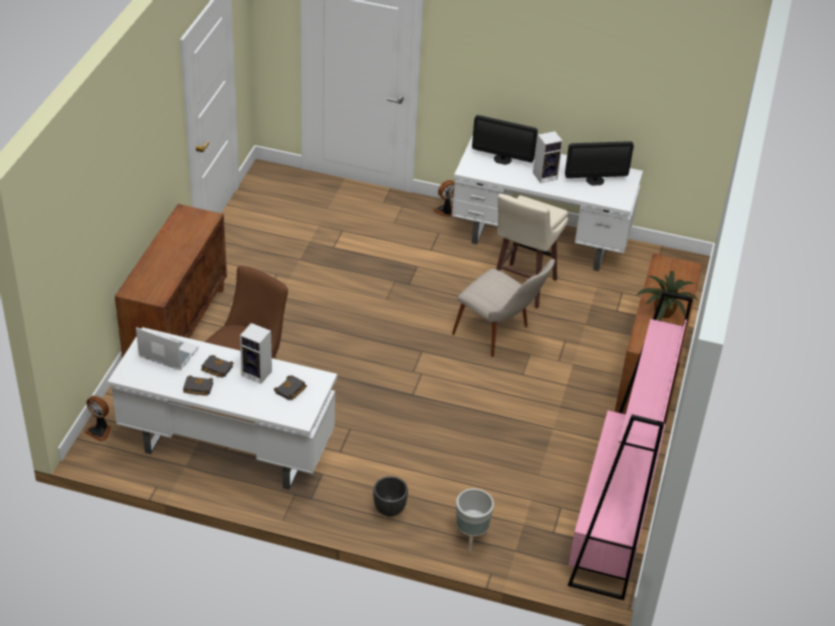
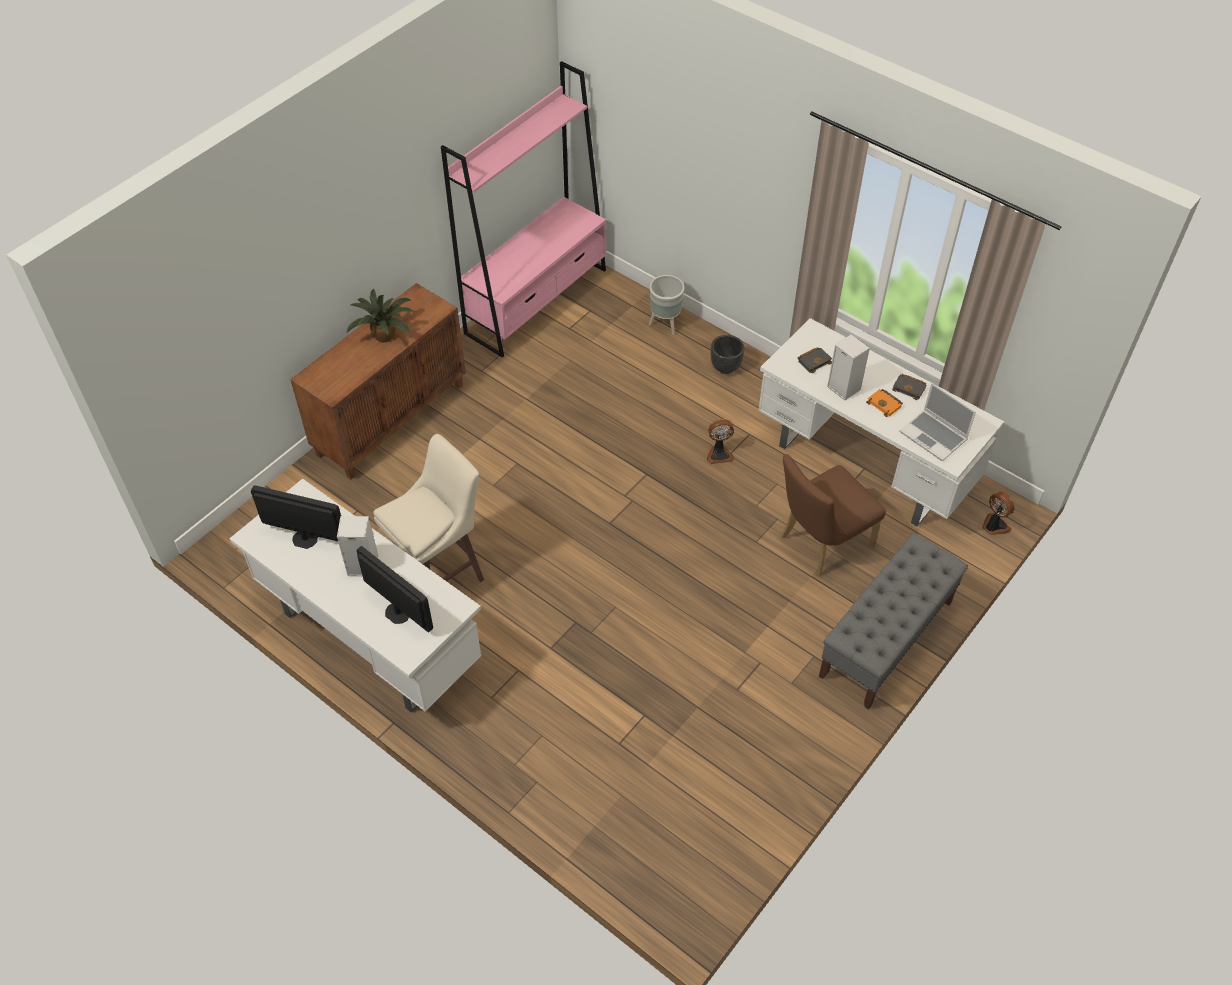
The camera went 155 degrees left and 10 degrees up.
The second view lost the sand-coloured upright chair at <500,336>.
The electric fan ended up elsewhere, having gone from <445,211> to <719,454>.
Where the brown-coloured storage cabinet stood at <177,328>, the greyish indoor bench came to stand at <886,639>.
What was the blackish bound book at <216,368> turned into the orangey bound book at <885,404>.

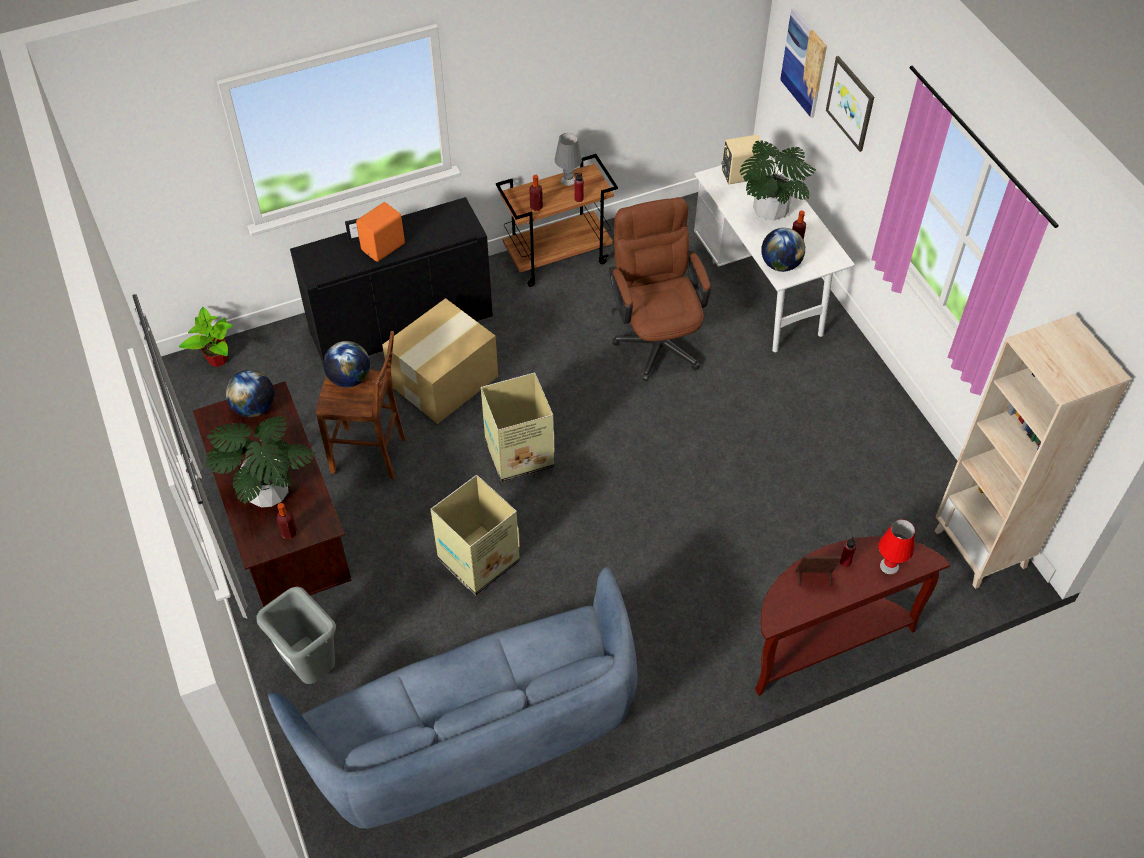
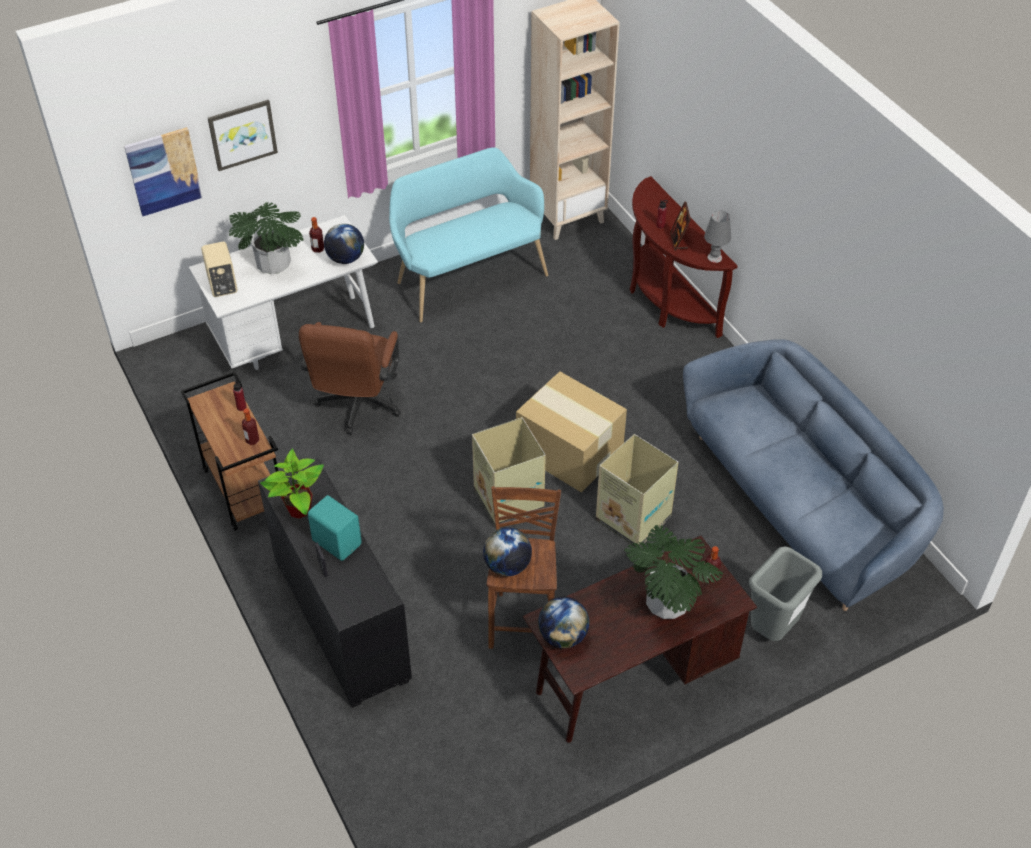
The camera went 95 degrees left and 5 degrees down.
The second view lost the reddish table lamp at <889,566>.
The second view gained the turquoise indoor bench at <467,276>.
The potted plant ended up elsewhere, having gone from <217,359> to <298,510>.
The packing box ended up elsewhere, having gone from <445,380> to <568,450>.
The greyish table lamp ended up elsewhere, having gone from <568,180> to <714,257>.
What was the orangey speaker at <384,247> turned into the turquoise speaker at <337,541>.
The brown-coloured desk chair at <656,338> ended up facing another way, 60 degrees counterclockwise from before.

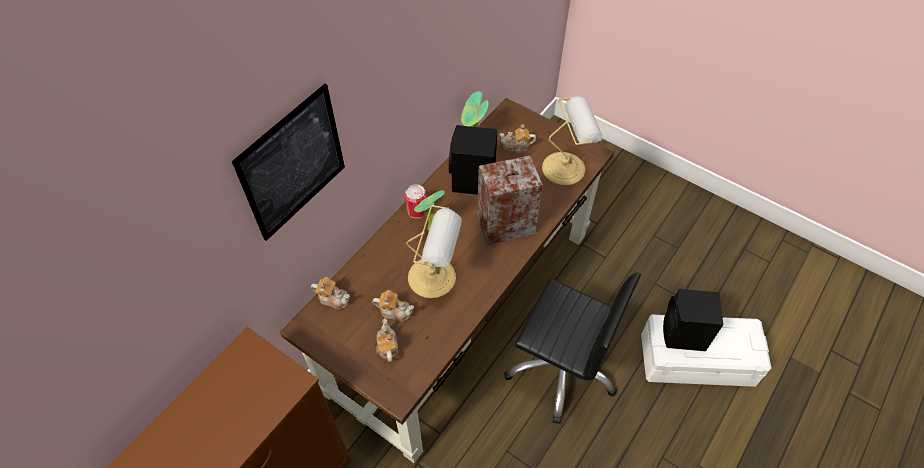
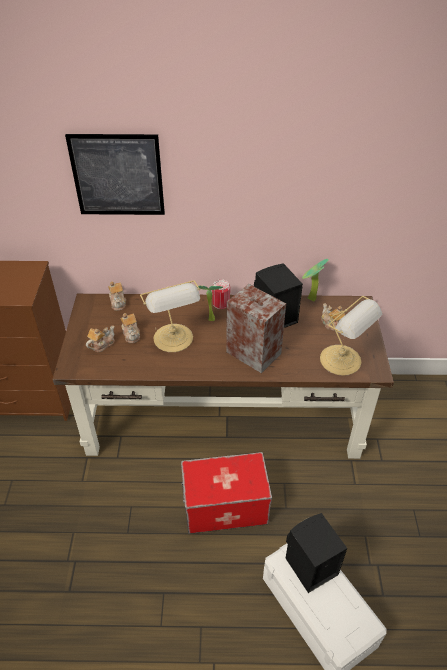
The camera went 55 degrees right and 10 degrees down.
Where the blackish desk chair stood at <561,369>, the storage box came to stand at <225,506>.

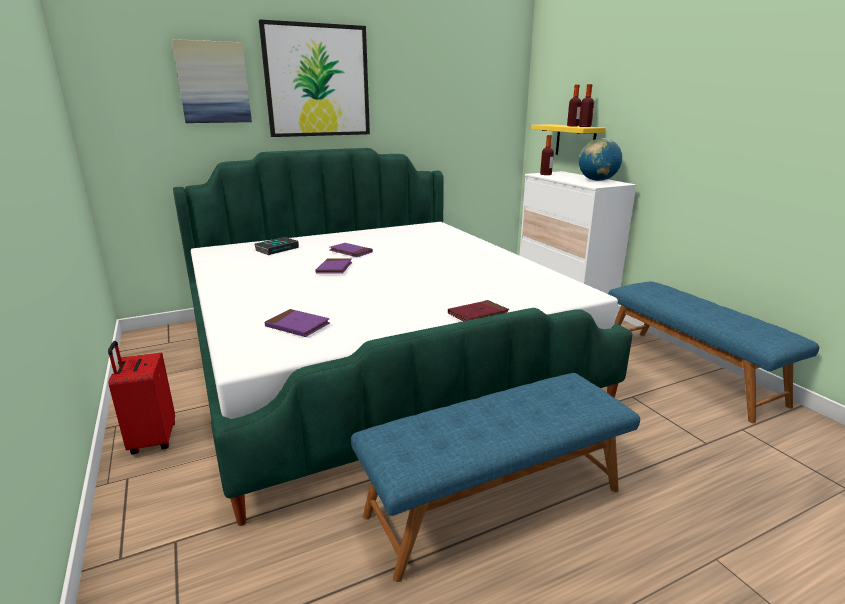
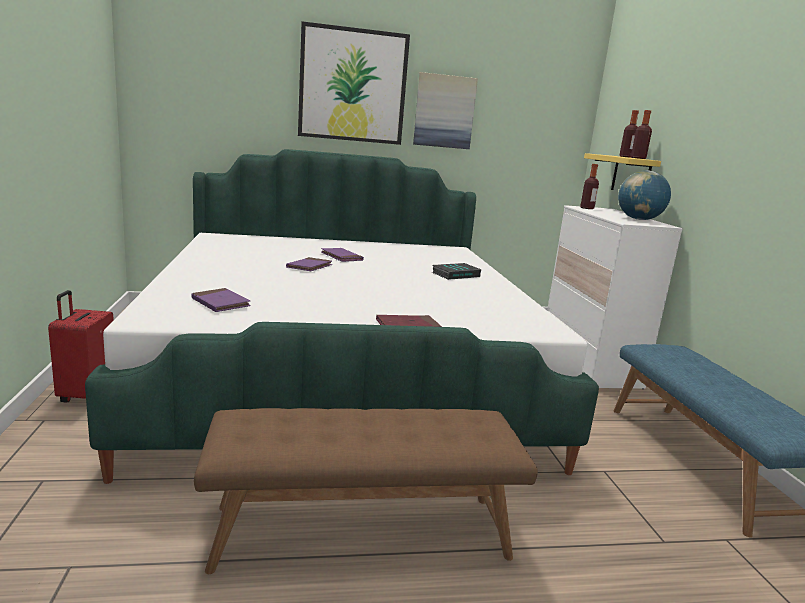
The camera went 15 degrees right and 5 degrees down.
The wall picture ended up elsewhere, having gone from <213,82> to <444,111>.
The bound book ended up elsewhere, having gone from <277,249> to <455,274>.
What was the blue indoor bench at <494,501> turned into the brown-coloured indoor bench at <362,530>.

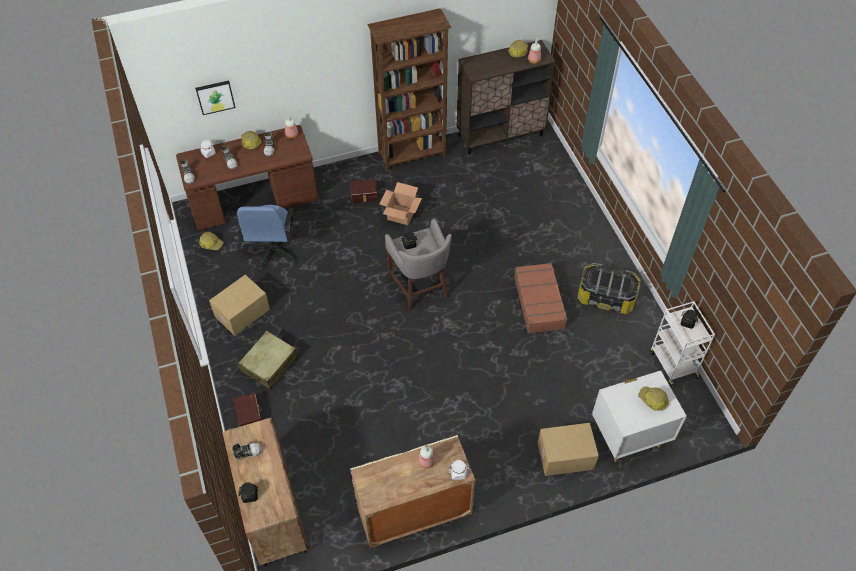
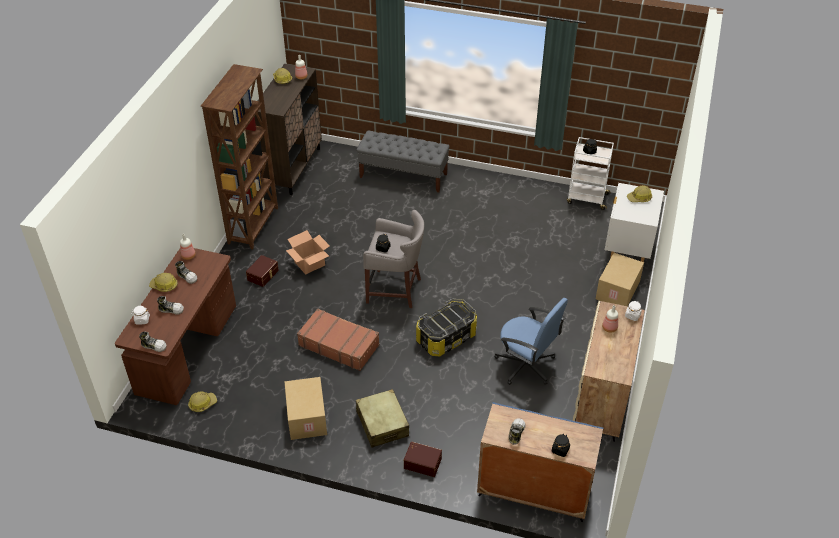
The camera went 55 degrees left and 10 degrees down.
The second view lost the wall picture at <215,96>.
The second view gained the greyish indoor bench at <403,175>.
The blue desk chair ended up elsewhere, having gone from <272,249> to <526,366>.
The brown-coloured piece of luggage ended up elsewhere, having gone from <539,302> to <339,345>.
The storage box ended up elsewhere, having gone from <606,298> to <446,338>.
What was the brown-coloured storage cabinet at <273,511> turned into the blue storage cabinet at <533,491>.

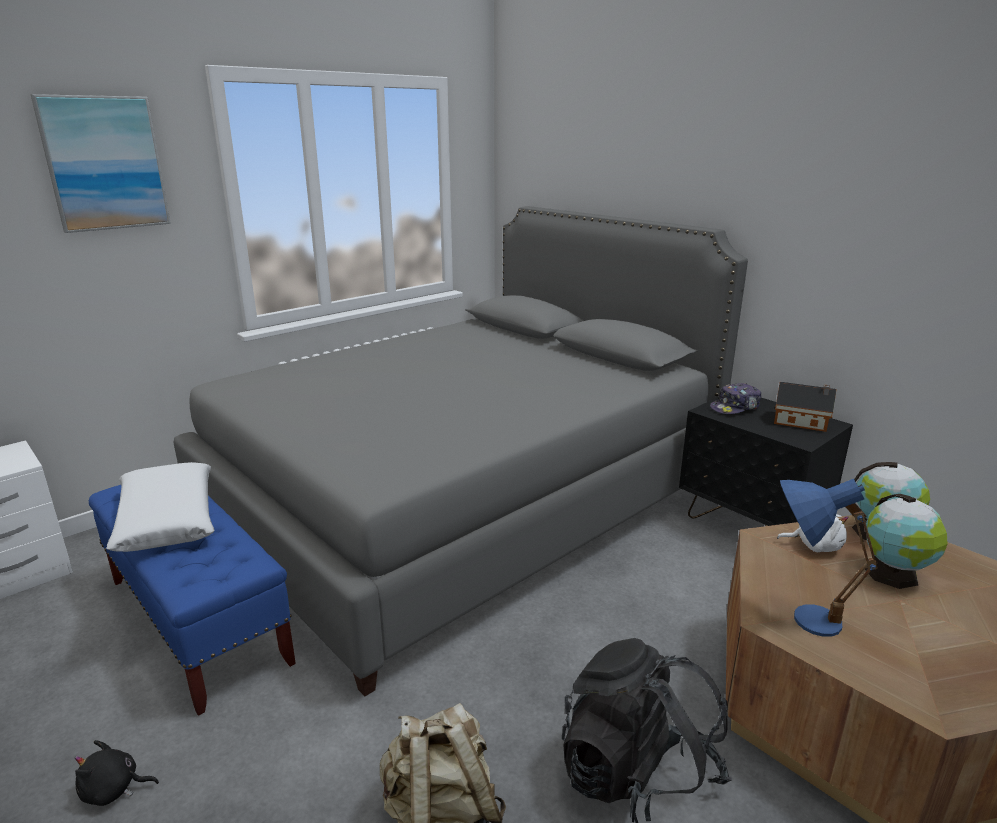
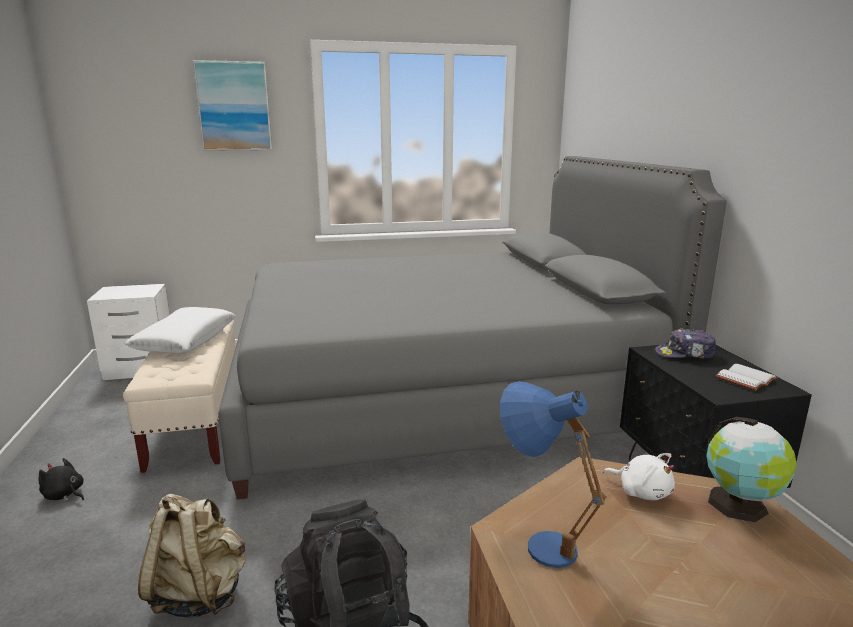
The camera went 30 degrees right and 5 degrees down.
The second view lost the world globe at <893,574>.
Where the miniature house stood at <802,422>, the whitish bound book came to stand at <747,380>.
What was the blue indoor bench at <198,621> turned into the sand-coloured indoor bench at <196,421>.

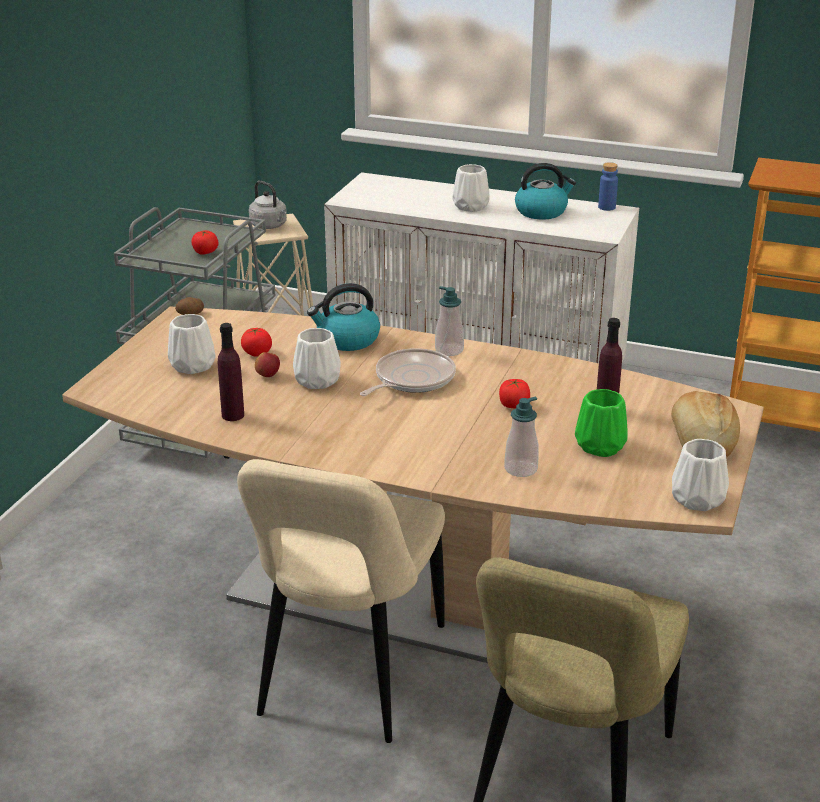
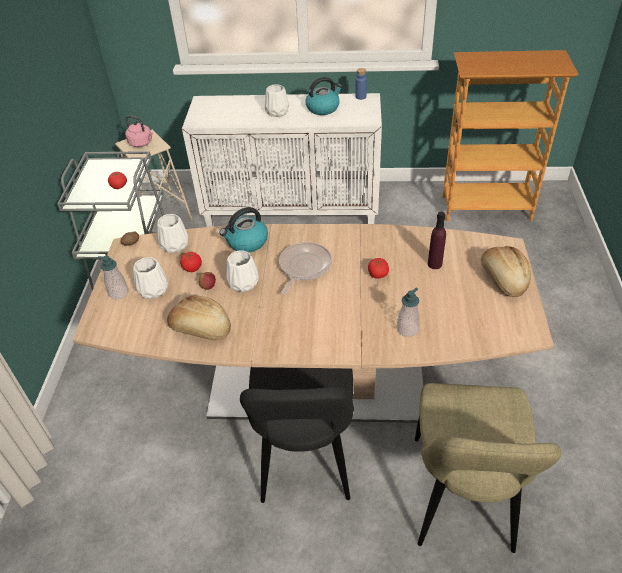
The camera went 15 degrees left and 15 degrees up.
The second view lost the greenish flower vase at <601,446>.
The soap dispenser ended up elsewhere, having gone from <449,350> to <118,293>.
The whitish flower vase ended up elsewhere, having gone from <696,500> to <174,246>.
Where the purplish drink bottle stood at <233,415>, the bakery bread came to stand at <201,329>.
What was the sand-coloured upright chair at <349,677> turned into the blackish upright chair at <305,457>.
What was the greyish water kettle at <270,226> turned into the pink water kettle at <142,143>.

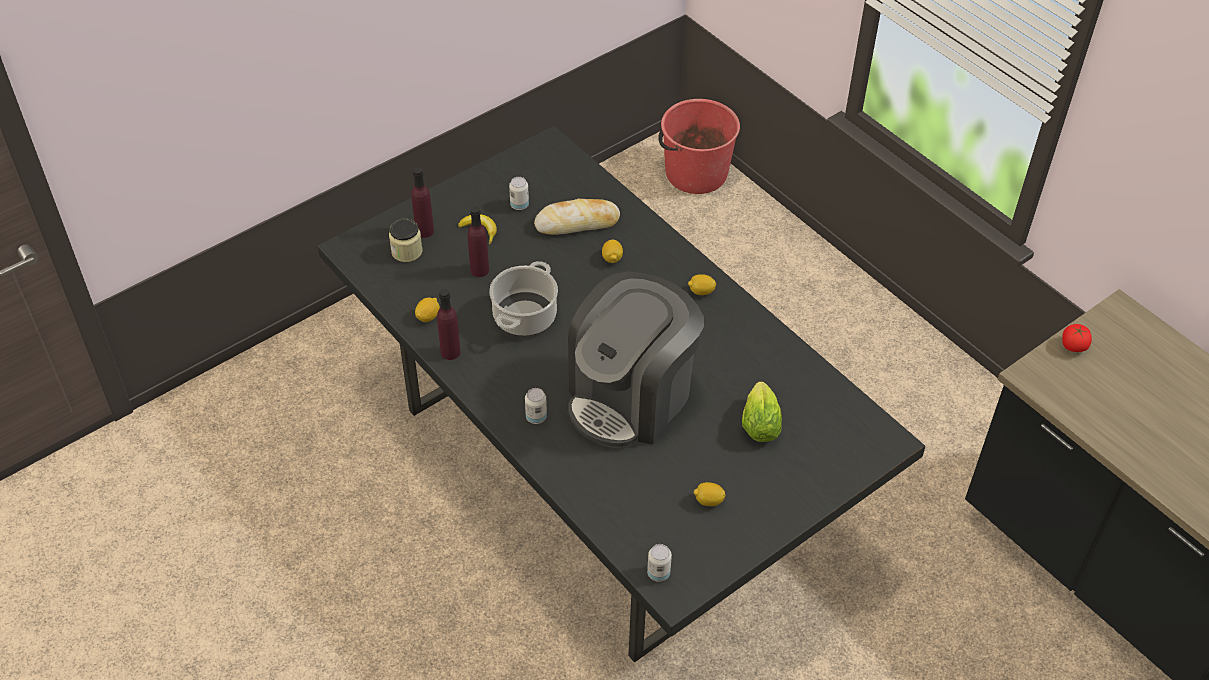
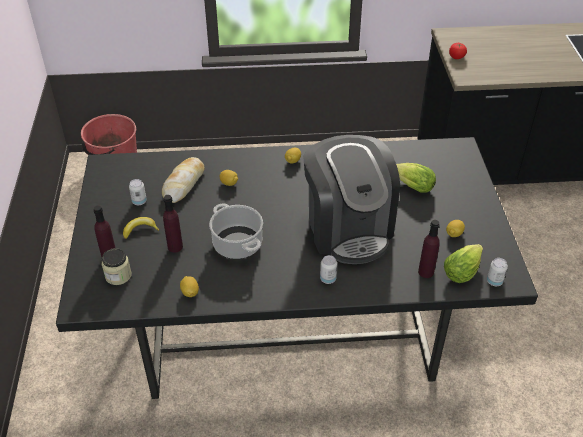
The camera went 55 degrees left and 5 degrees down.
The second view gained the lettuce at <463,271>.
The purplish drink bottle ended up elsewhere, having gone from <450,352> to <426,272>.

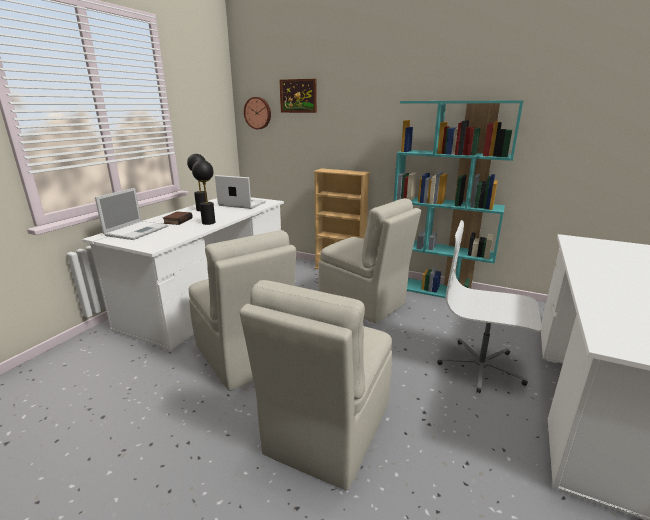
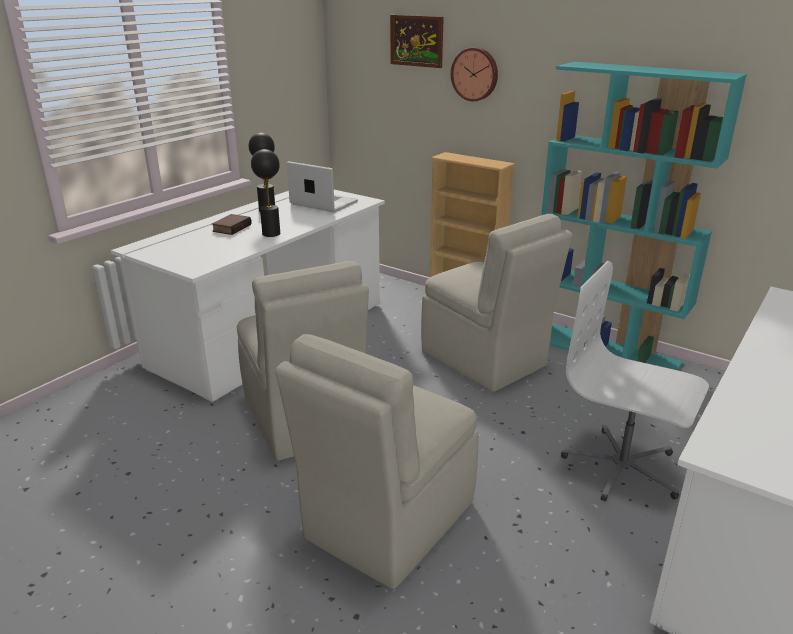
The camera went 10 degrees right and 5 degrees up.
The second view lost the portable computer at <137,230>.
The hanging clock ended up elsewhere, having gone from <258,113> to <475,74>.

